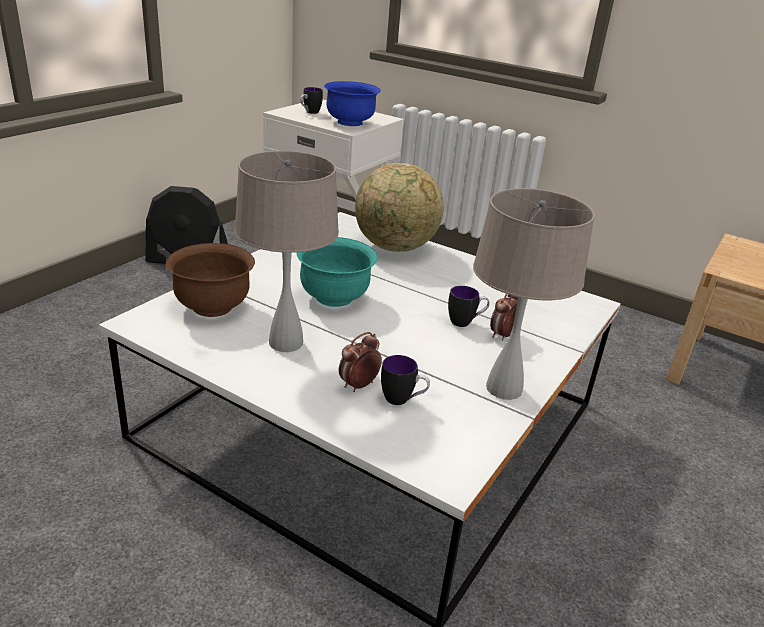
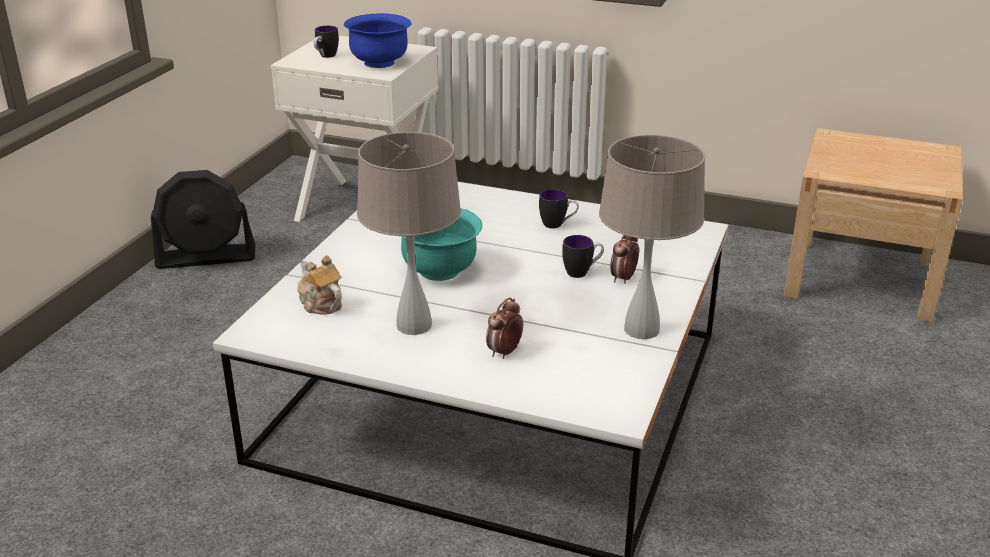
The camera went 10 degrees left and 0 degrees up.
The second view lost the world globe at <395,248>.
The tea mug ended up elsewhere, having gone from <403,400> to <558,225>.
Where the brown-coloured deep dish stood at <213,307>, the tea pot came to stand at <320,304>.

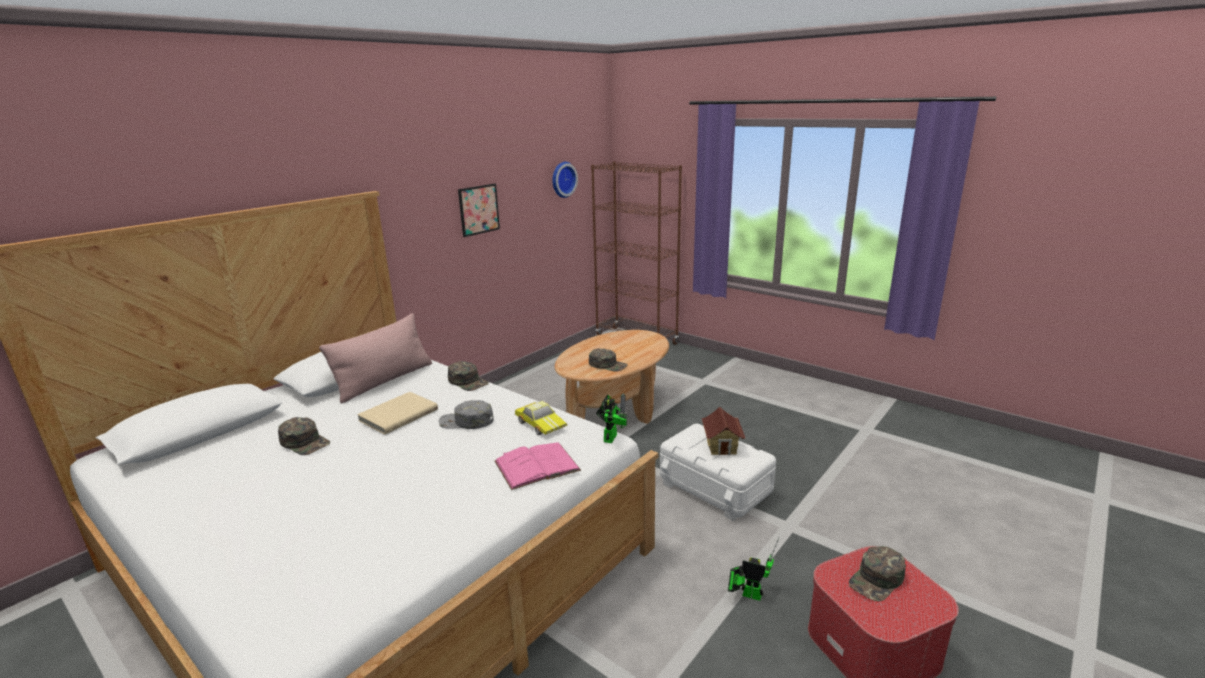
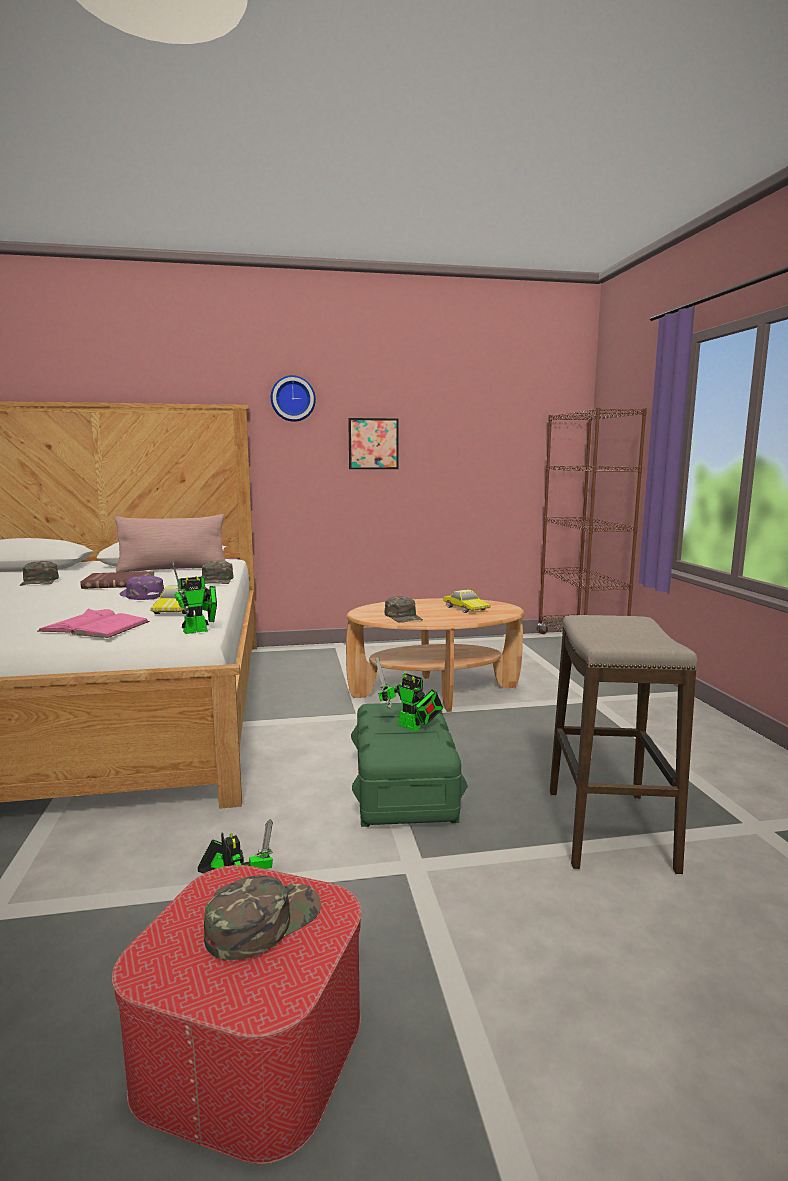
The camera went 40 degrees right and 10 degrees down.
The second view gained the model car at <466,608>.
The second view gained the stool seat at <608,829>.
The hanging clock ended up elsewhere, having gone from <562,179> to <293,399>.
Where the miniature house stood at <722,446>, the toy robot came to stand at <412,727>.
What was the sand-coloured bound book at <397,415> turned into the reddish bound book at <120,583>.
What was the greyish baseball cap at <466,421> turned into the purplish baseball cap at <141,595>.
What was the whitish storage box at <715,487> turned into the greenish storage box at <405,790>.
The greenish baseball cap at <877,580> ended up facing another way, 135 degrees clockwise from before.

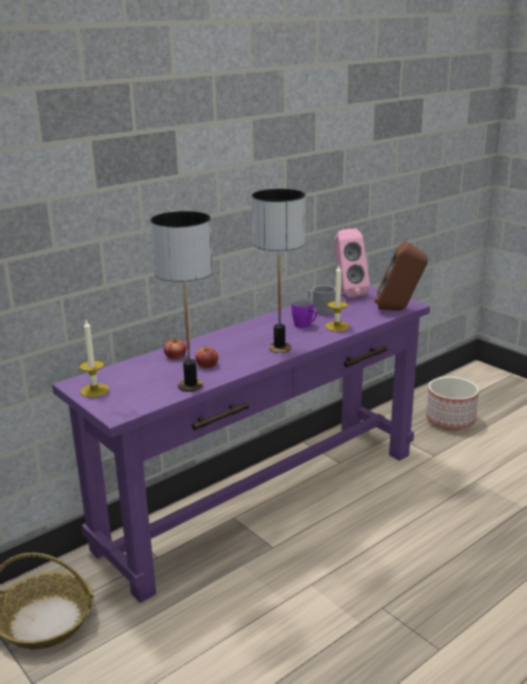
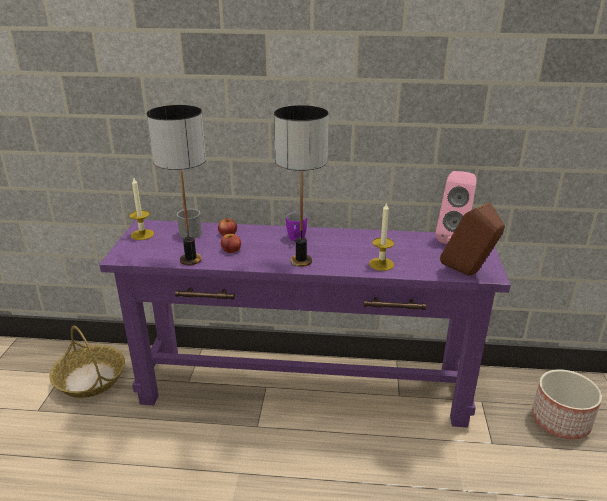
The camera went 45 degrees right and 5 degrees up.
The purplish tea mug ended up elsewhere, having gone from <305,326> to <296,239>.
The greyish tea mug ended up elsewhere, having gone from <320,309> to <191,232>.

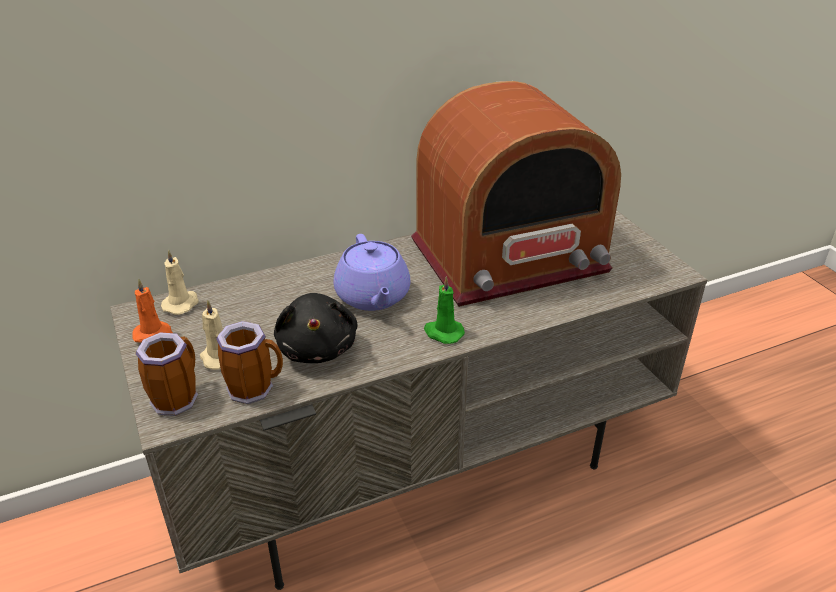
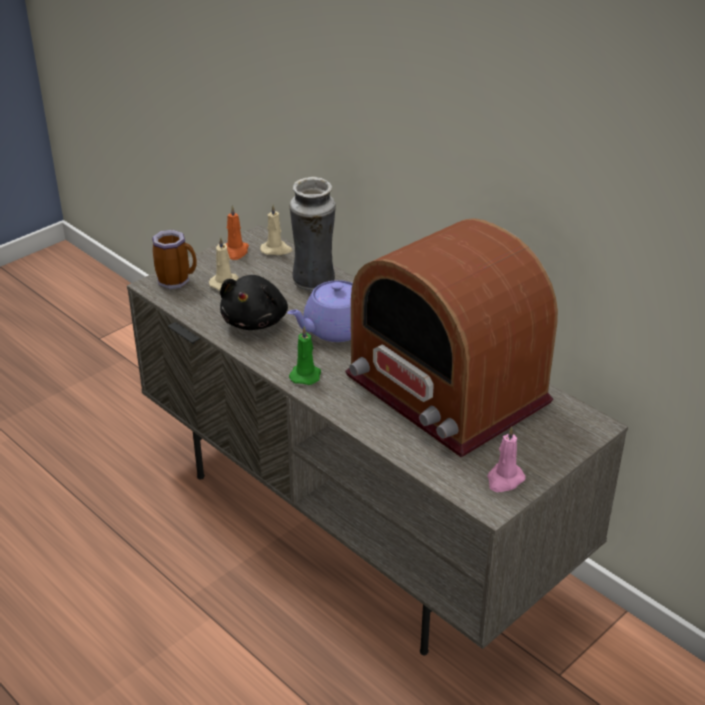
The camera went 70 degrees right and 0 degrees up.
The second view lost the tea mug at <255,388>.
The second view gained the flower vase at <314,283>.
The second view gained the pink candle at <504,480>.
The blackish plush toy at <318,348> ended up facing another way, 45 degrees counterclockwise from before.

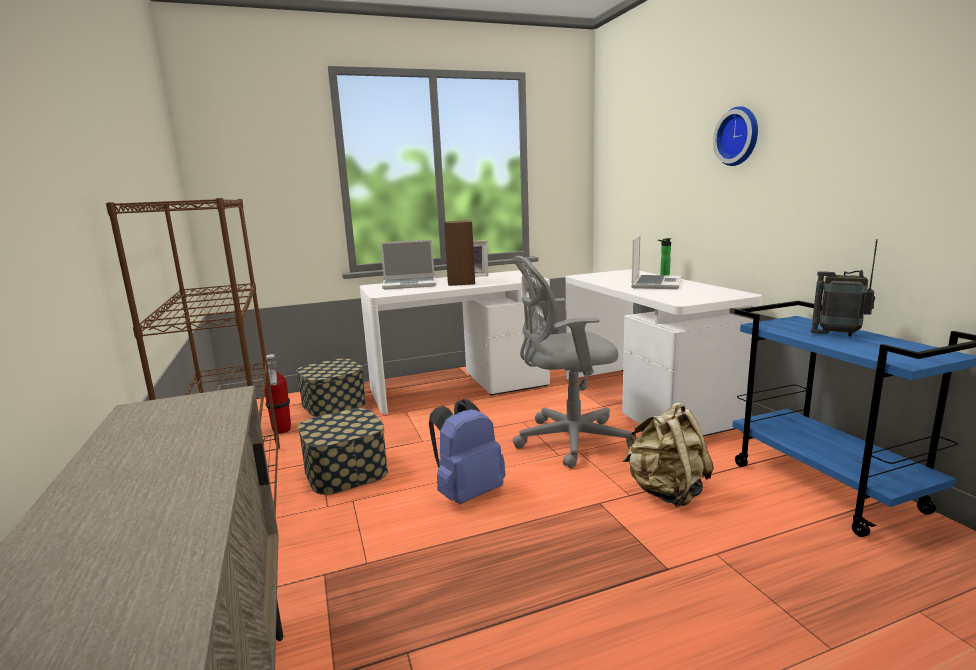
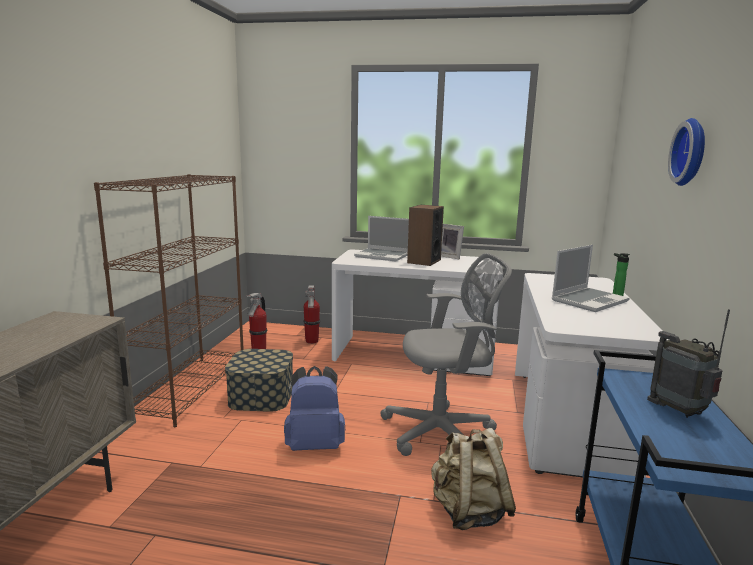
The camera went 30 degrees right and 0 degrees up.
Where the storage box stood at <334,403>, the extinguisher came to stand at <312,341>.
The greyish desk chair at <568,441> ended up facing another way, 150 degrees clockwise from before.

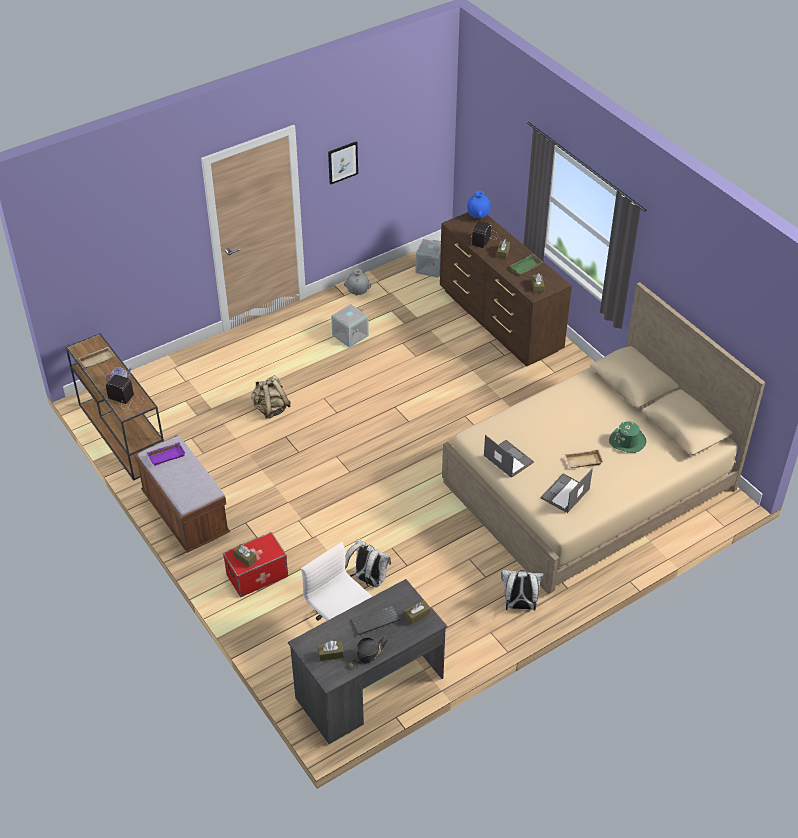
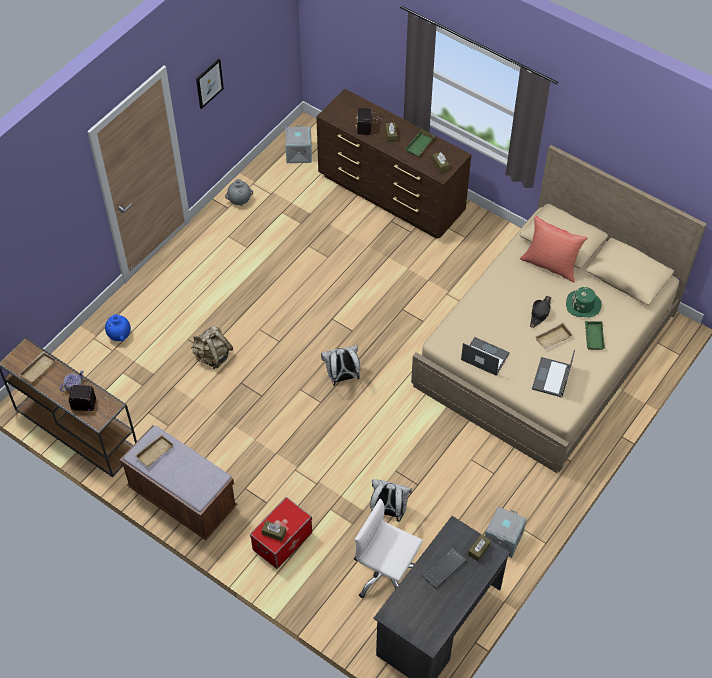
The camera went 20 degrees left and 10 degrees up.
The second view lost the brown-coloured tissue box at <331,654>.
The second view gained the reddish pillow at <550,265>.
The second view gained the greenish serving tray at <593,336>.
The greyish storage box ended up elsewhere, having gone from <350,335> to <502,538>.
The blackish hat ended up elsewhere, having gone from <368,654> to <540,313>.
The blue flower vase ended up elsewhere, having gone from <478,217> to <120,336>.
The whitish knapsack ended up elsewhere, having gone from <519,605> to <342,377>.
What was the purplish serving tray at <166,455> turned into the sand-coloured serving tray at <154,451>.

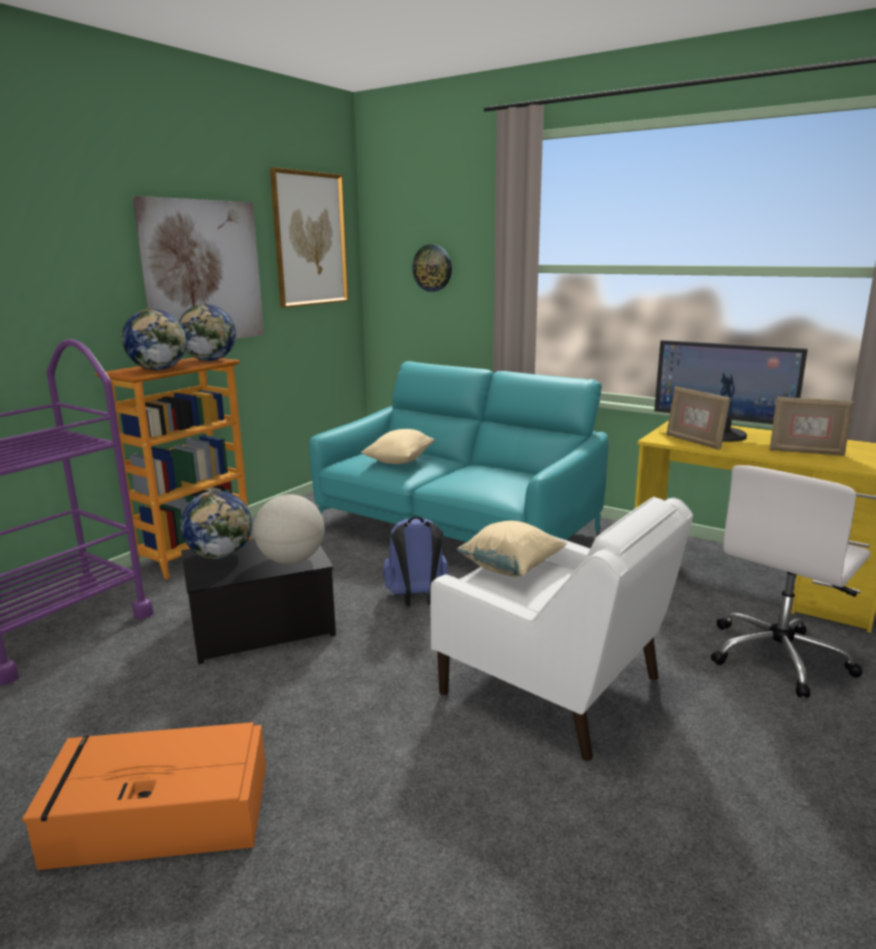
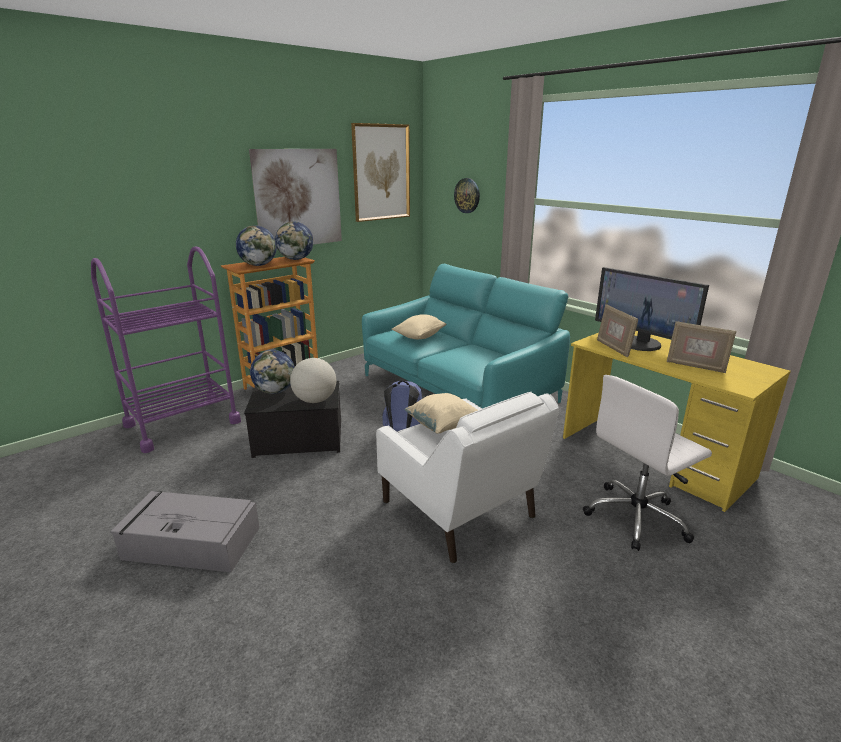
The camera went 15 degrees right and 5 degrees up.
What was the orangey storage box at <157,814> turned into the greyish storage box at <190,543>.

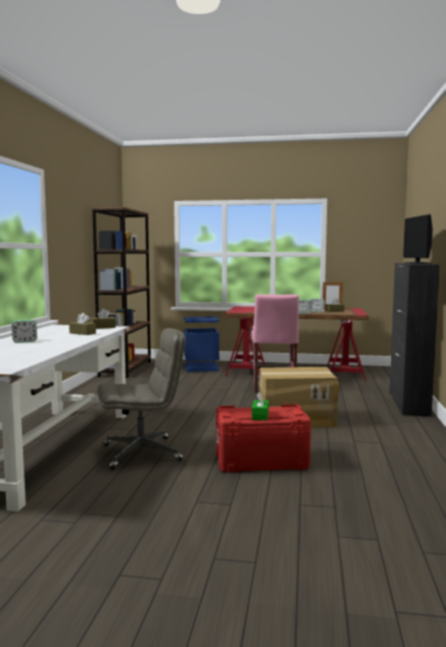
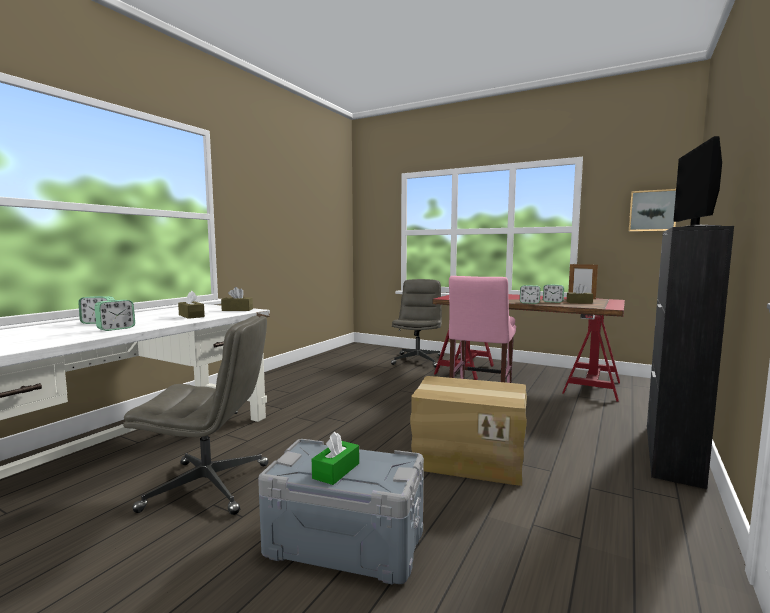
The camera went 20 degrees right and 0 degrees up.
The second view lost the brown-coloured bookcase at <125,369>.
The second view gained the alarm clock at <116,328>.
The second view gained the wall picture at <652,211>.
Where the blue trash can stood at <201,367>, the greyish desk chair came to stand at <417,360>.
What was the reddish storage box at <261,460> turned into the greyish storage box at <346,541>.

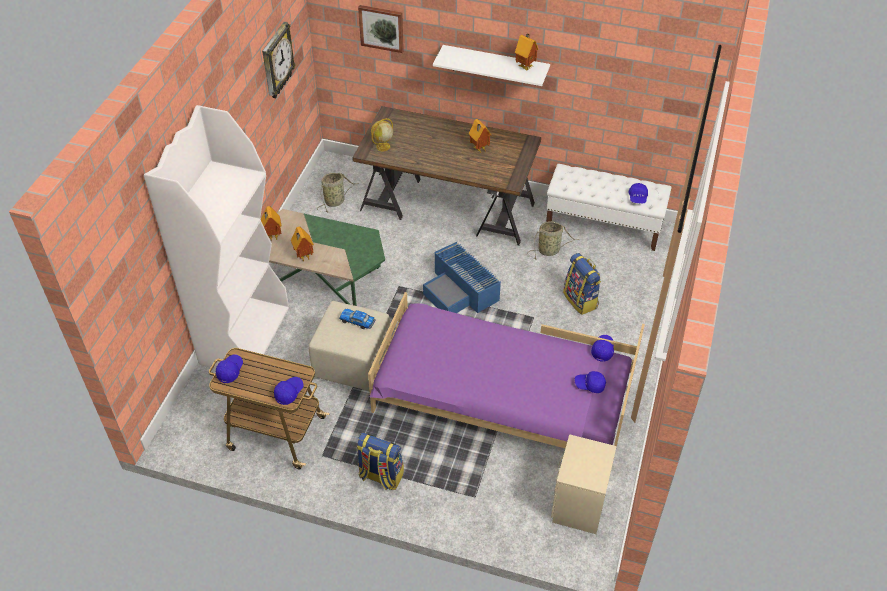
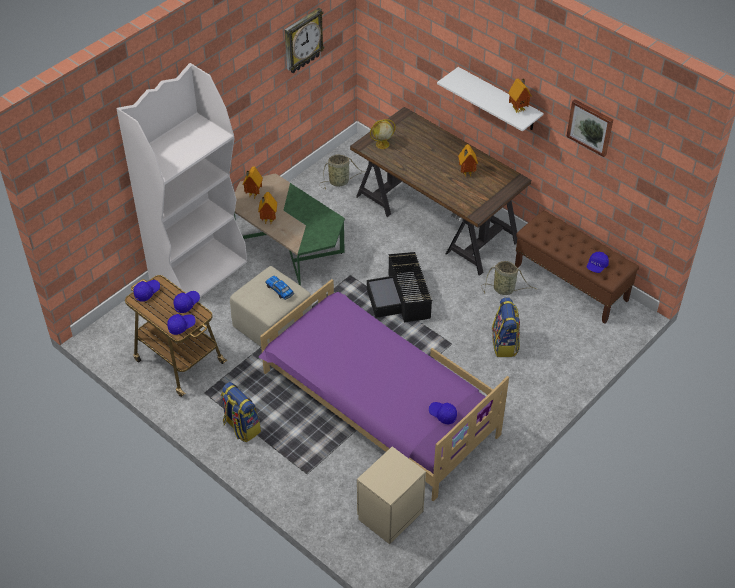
The camera went 25 degrees right and 0 degrees up.
The wall picture ended up elsewhere, having gone from <382,28> to <590,127>.
The blue baseball cap ended up elsewhere, having gone from <602,350> to <187,304>.
What was the blue storage box at <460,291> turned into the blackish storage box at <401,298>.
What was the whitish indoor bench at <604,225> turned into the brown-coloured indoor bench at <571,284>.

